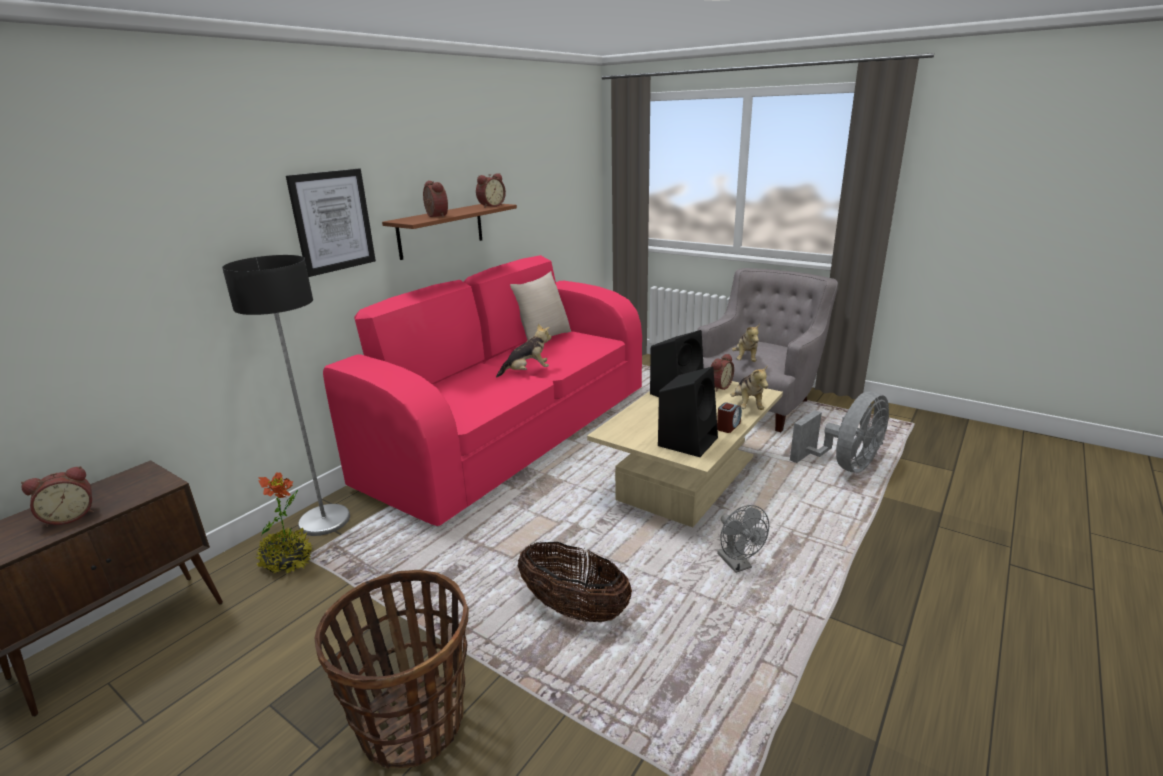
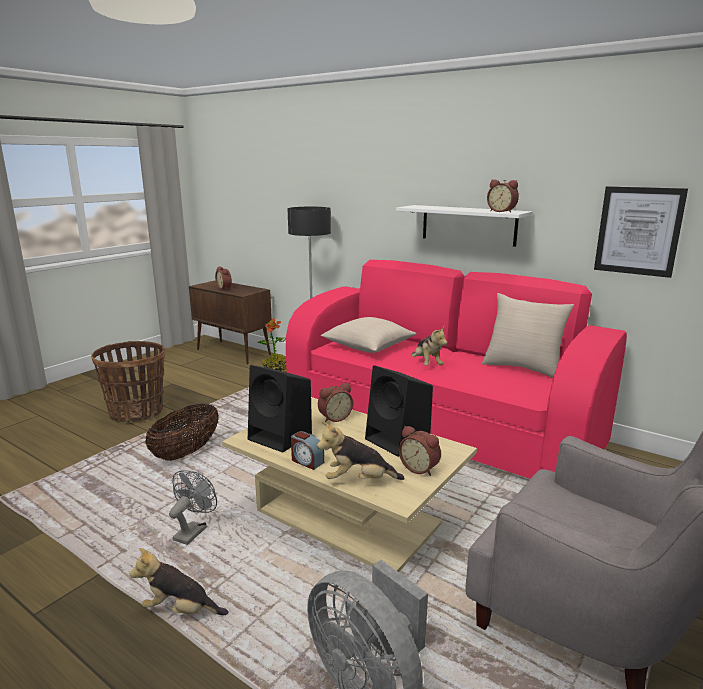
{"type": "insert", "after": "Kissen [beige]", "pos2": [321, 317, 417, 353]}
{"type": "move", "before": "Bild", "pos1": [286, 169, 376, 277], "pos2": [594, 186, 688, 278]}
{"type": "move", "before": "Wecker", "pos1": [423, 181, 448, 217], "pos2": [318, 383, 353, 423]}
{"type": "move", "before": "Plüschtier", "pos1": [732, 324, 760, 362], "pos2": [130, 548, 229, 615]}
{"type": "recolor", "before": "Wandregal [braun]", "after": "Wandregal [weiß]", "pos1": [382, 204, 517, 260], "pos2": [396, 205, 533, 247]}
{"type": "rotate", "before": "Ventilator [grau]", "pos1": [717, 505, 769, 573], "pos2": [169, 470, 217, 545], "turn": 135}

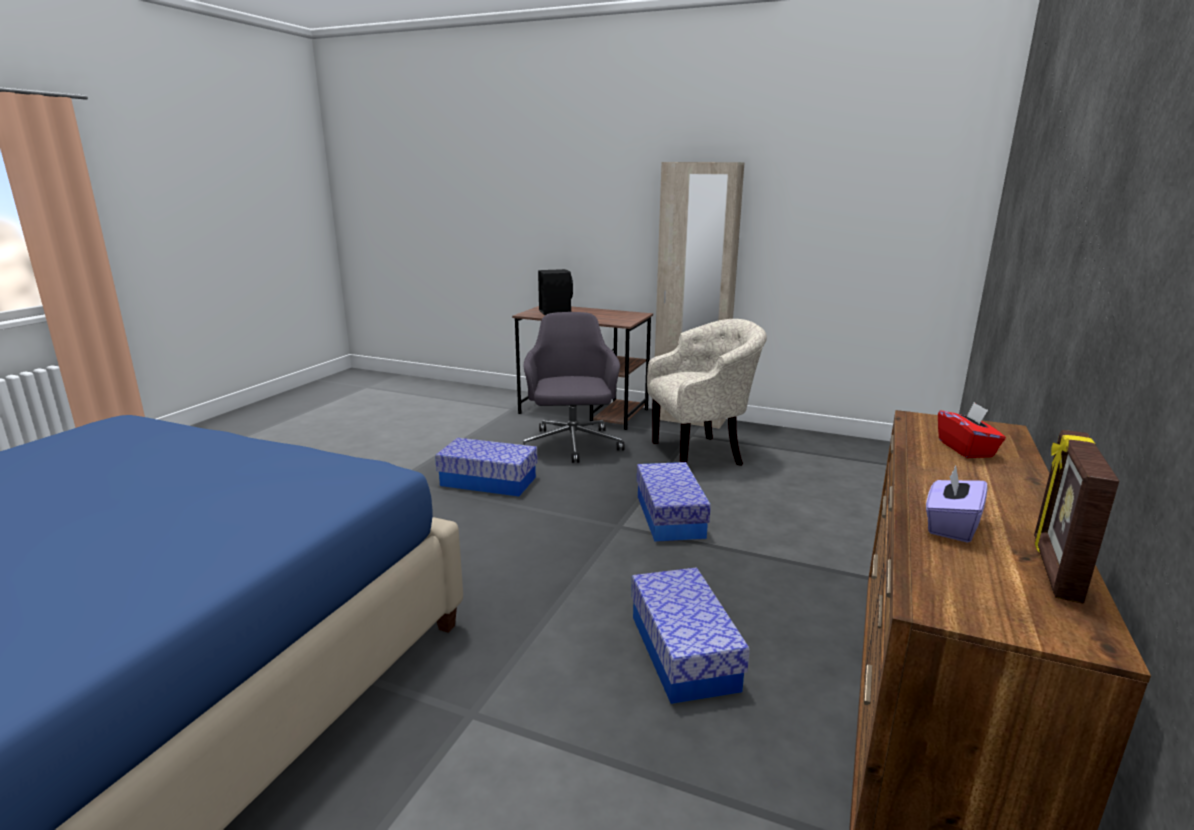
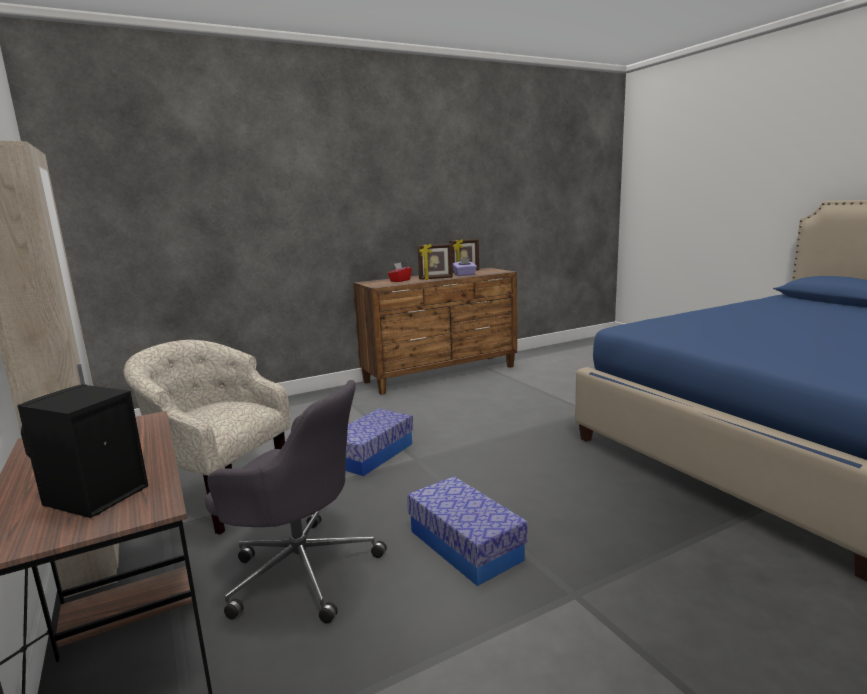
{"type": "delete", "before": "Aufbewahrungsbox", "pos1": [631, 567, 750, 704]}
{"type": "insert", "after": "Bilderrahmen", "pos2": [418, 244, 453, 280]}
{"type": "rotate", "before": "Bürostuhl [grau]", "pos1": [523, 312, 625, 463], "pos2": [205, 380, 387, 624], "turn": -105}

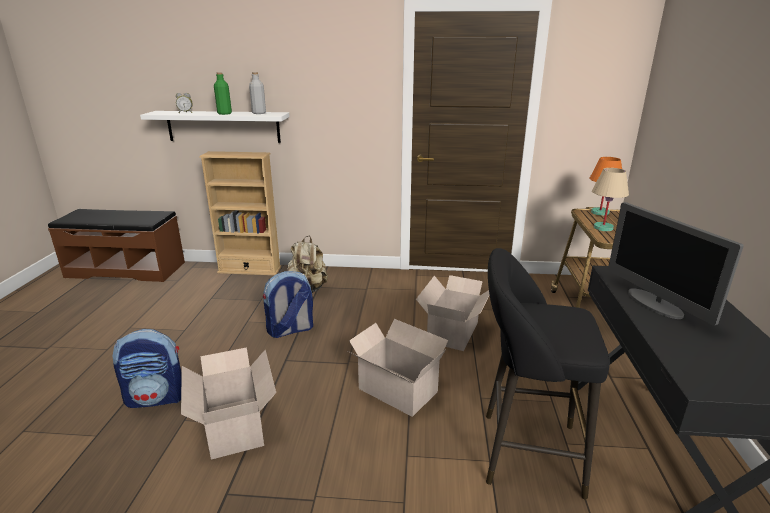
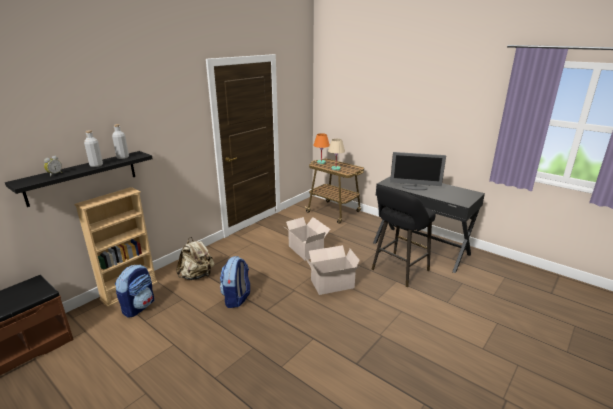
{"type": "delete", "before": "Karton", "pos1": [181, 347, 276, 460]}
{"type": "move", "before": "Rucksack", "pos1": [112, 329, 182, 408], "pos2": [115, 265, 154, 318]}
{"type": "recolor", "before": "Wandregal [weiß]", "after": "Wandregal [schwarz]", "pos1": [140, 111, 289, 143], "pos2": [5, 151, 153, 207]}
{"type": "recolor", "before": "Flasche [grün]", "after": "Flasche [grau]", "pos1": [214, 72, 232, 115], "pos2": [84, 130, 103, 167]}

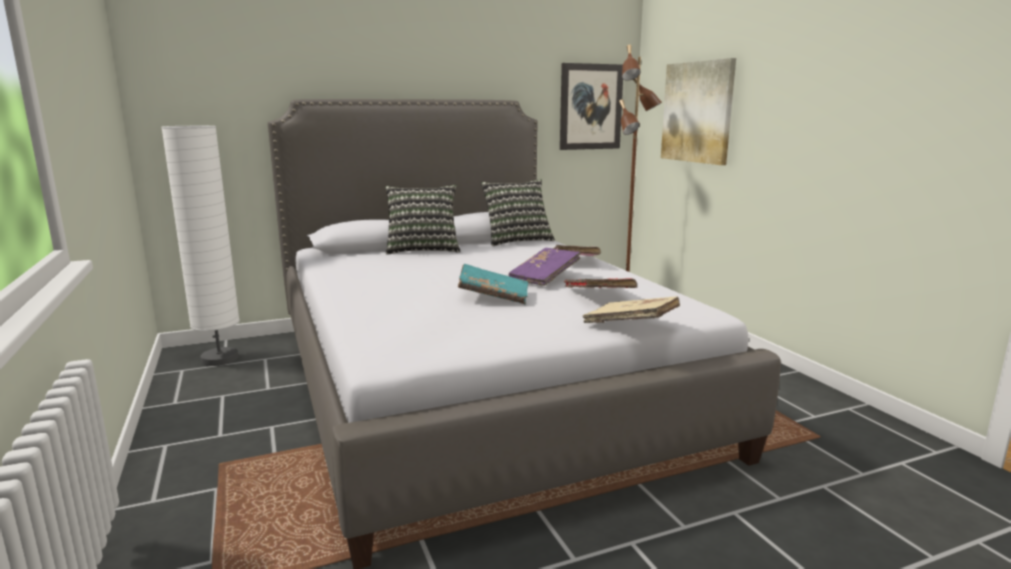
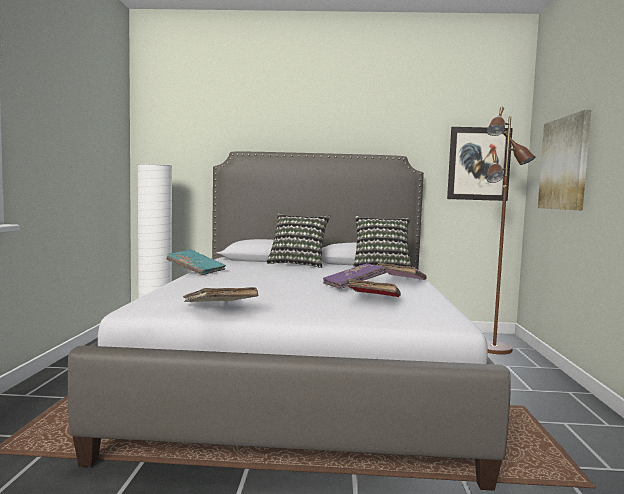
{"type": "move", "before": "Buch [türkis]", "pos1": [458, 264, 528, 304], "pos2": [166, 249, 226, 275]}
{"type": "move", "before": "Buch [beige]", "pos1": [583, 296, 680, 323], "pos2": [183, 287, 258, 302]}

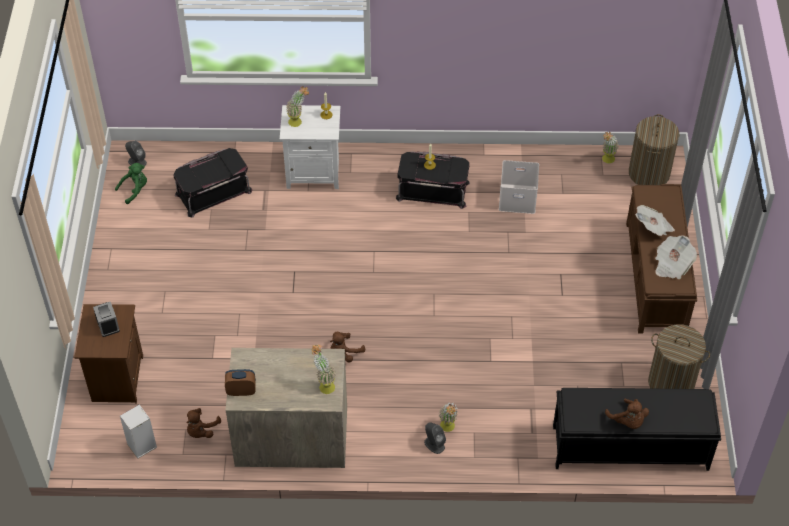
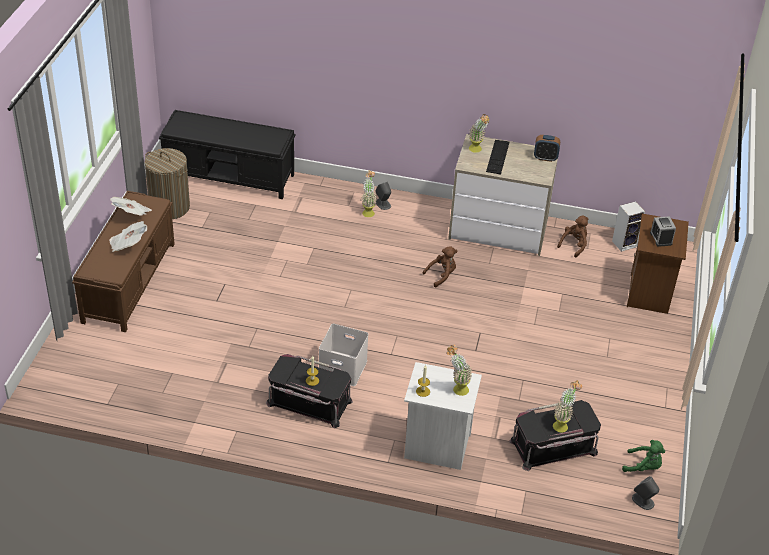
{"type": "delete", "before": "Plüschtier [braun]", "pos1": [605, 399, 649, 429]}
{"type": "delete", "before": "Wäschekorb", "pos1": [629, 114, 679, 185]}
{"type": "insert", "after": "Tastatur", "pos2": [486, 140, 510, 175]}
{"type": "move", "before": "Aufbewahrungsbox [weiß]", "pos1": [499, 160, 539, 214], "pos2": [319, 324, 368, 386]}
{"type": "move", "before": "Topfpflanze", "pos1": [602, 132, 619, 163], "pos2": [553, 380, 582, 433]}
{"type": "rotate", "before": "Plüschtier [grün]", "pos1": [115, 163, 147, 204], "pos2": [622, 440, 665, 472], "turn": -135}

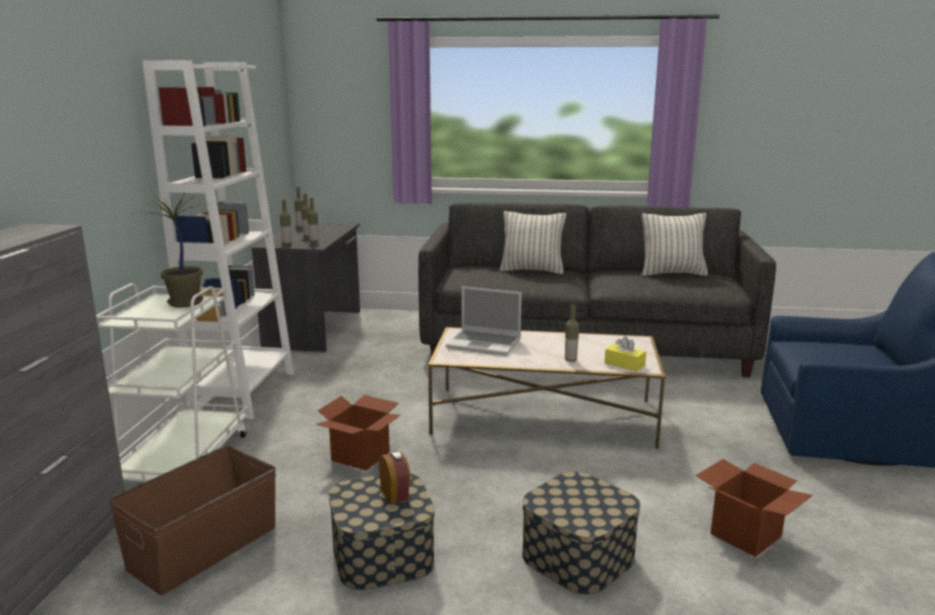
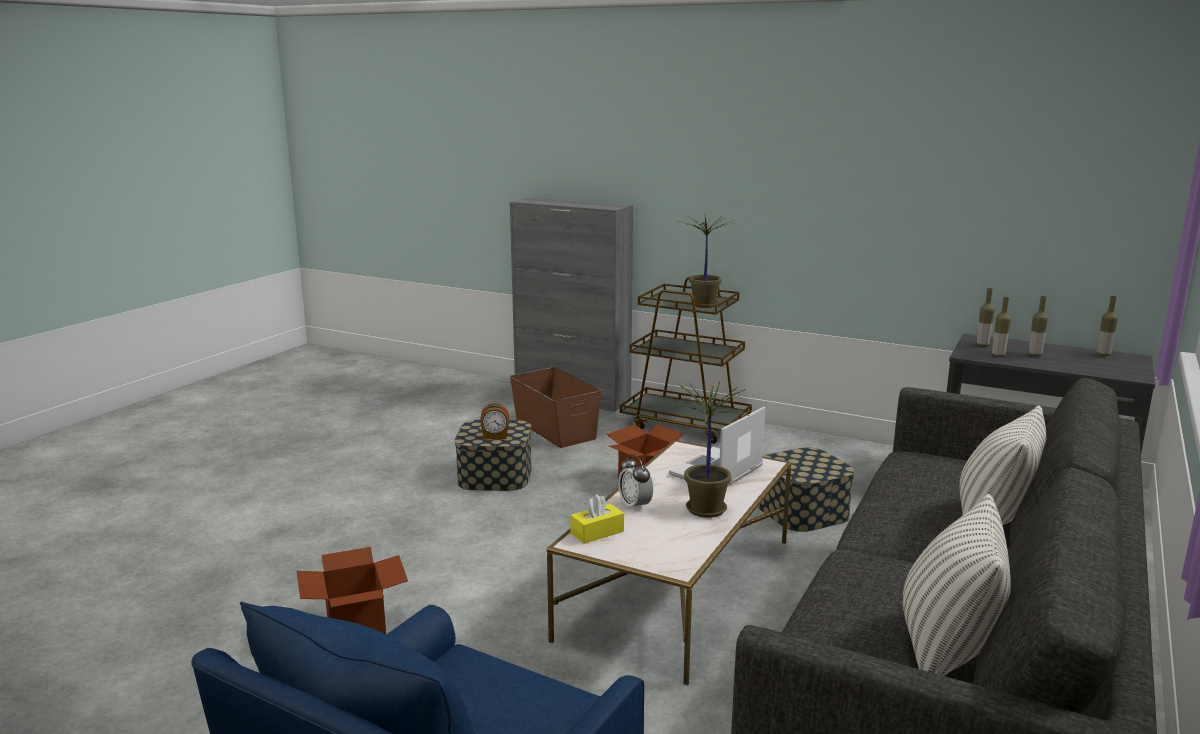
{"type": "delete", "before": "Bücherregal [weiß]", "pos1": [143, 60, 294, 419]}
{"type": "insert", "after": "Topfpflanze", "pos2": [663, 382, 750, 518]}
{"type": "move", "before": "Aufbewahrungsbox", "pos1": [522, 471, 640, 594], "pos2": [758, 448, 854, 532]}
{"type": "replace", "before": "Flasche", "after": "Wecker", "pos1": [565, 305, 579, 361], "pos2": [618, 455, 653, 512]}
{"type": "recolor", "before": "Rollwagen [weiß]", "after": "Rollwagen [braun]", "pos1": [96, 283, 249, 482], "pos2": [620, 277, 752, 444]}

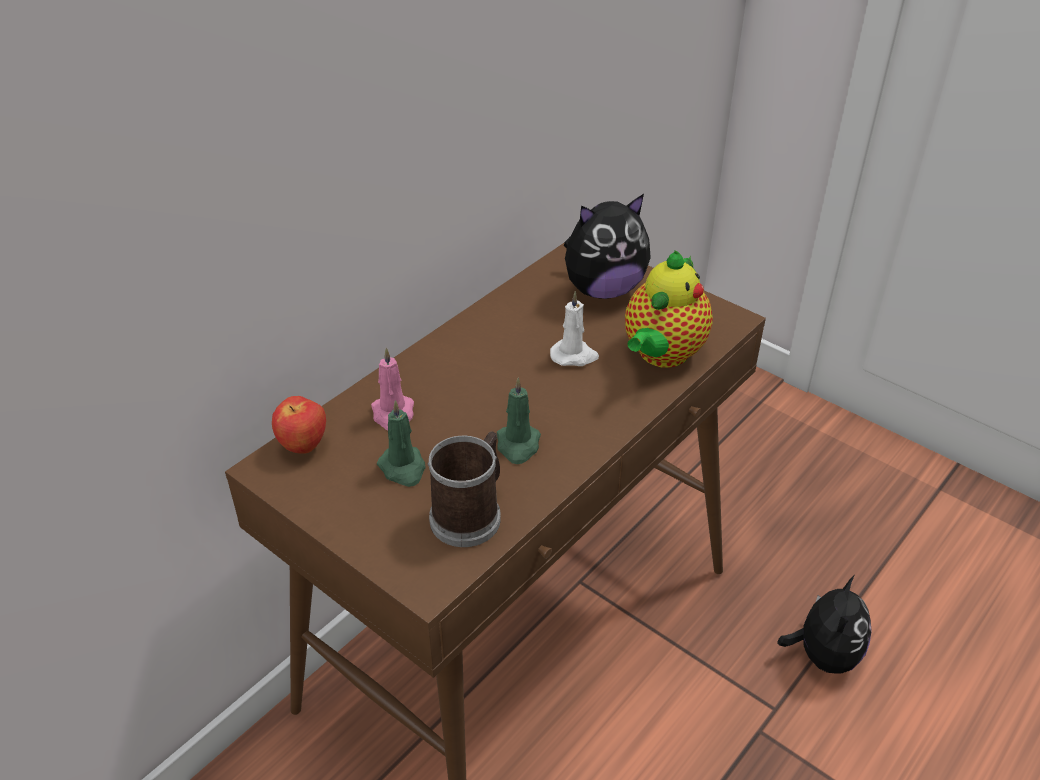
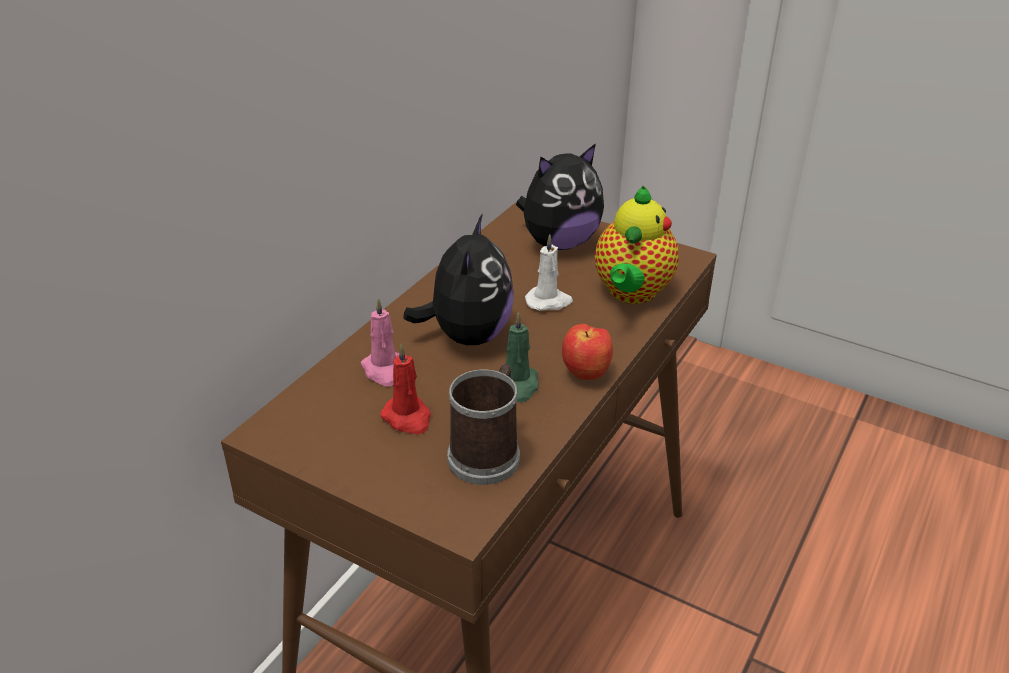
{"type": "move", "before": "Apfel", "pos1": [272, 396, 326, 454], "pos2": [562, 324, 613, 380]}
{"type": "move", "before": "Plüschtier", "pos1": [777, 575, 872, 674], "pos2": [403, 213, 513, 345]}
{"type": "recolor", "before": "Kerze [grün]", "after": "Kerze [rot]", "pos1": [377, 400, 426, 487], "pos2": [380, 343, 431, 435]}

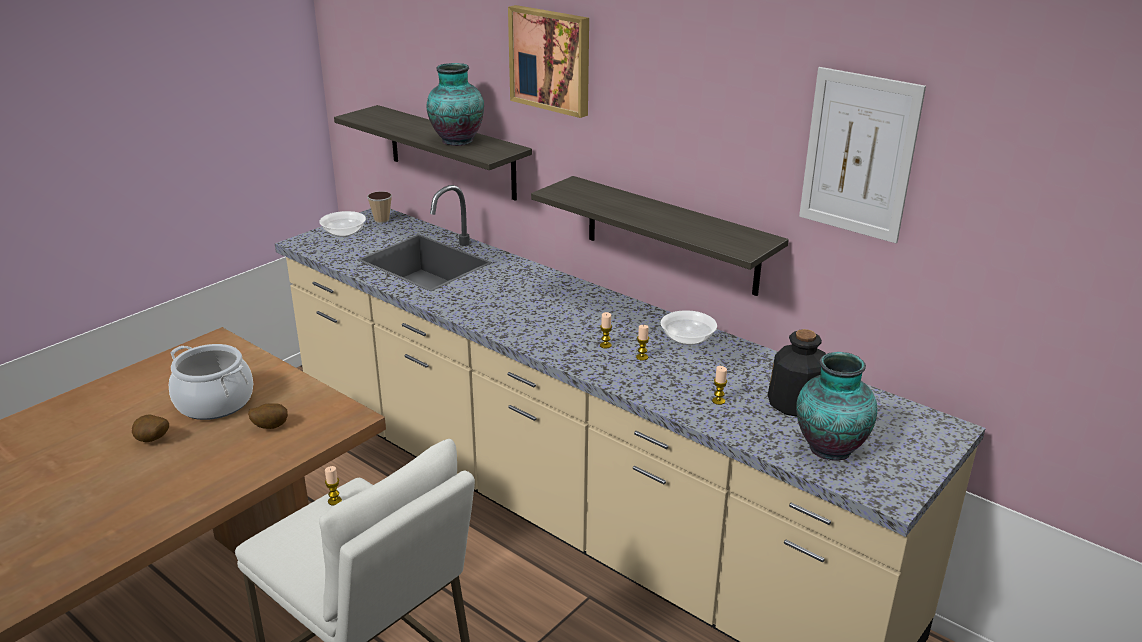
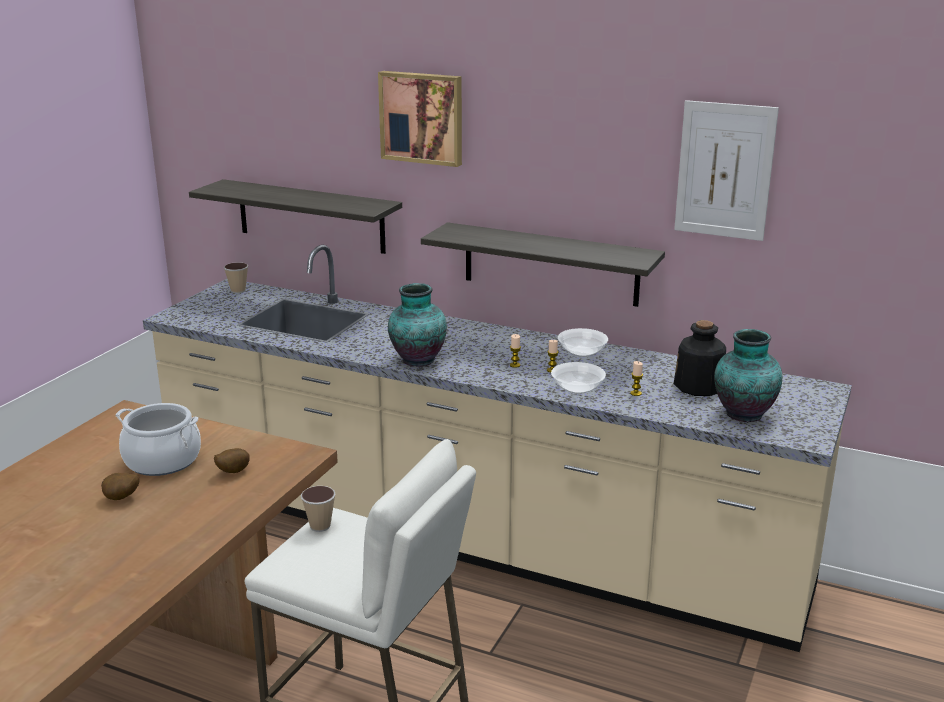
{"type": "move", "before": "Schüssel", "pos1": [319, 211, 366, 237], "pos2": [551, 362, 606, 394]}
{"type": "move", "before": "Vase", "pos1": [427, 63, 484, 146], "pos2": [388, 283, 447, 367]}
{"type": "replace", "before": "Kerze", "after": "Tasse", "pos1": [325, 466, 342, 506], "pos2": [301, 486, 336, 532]}

